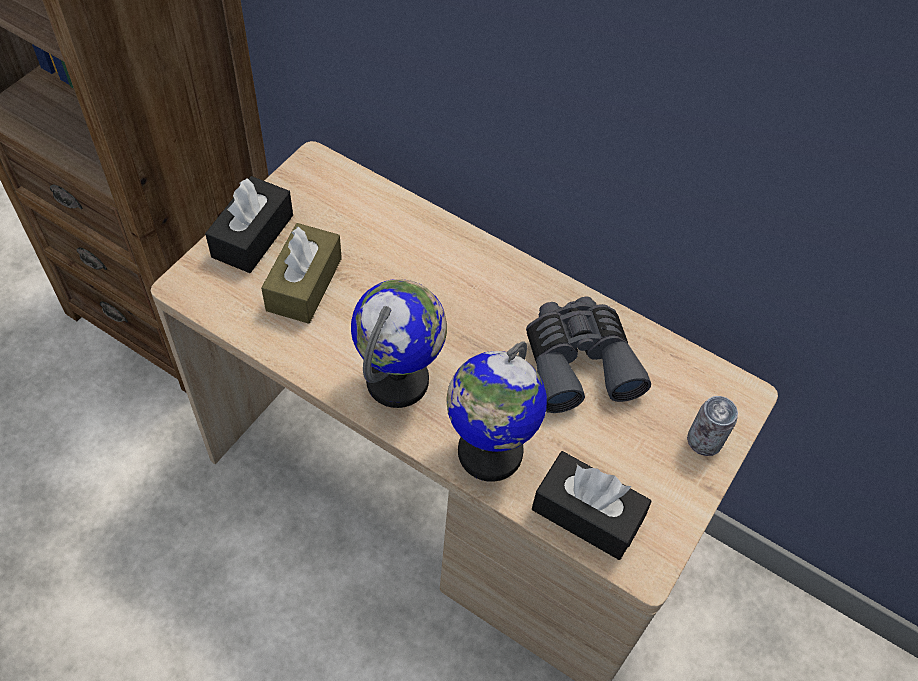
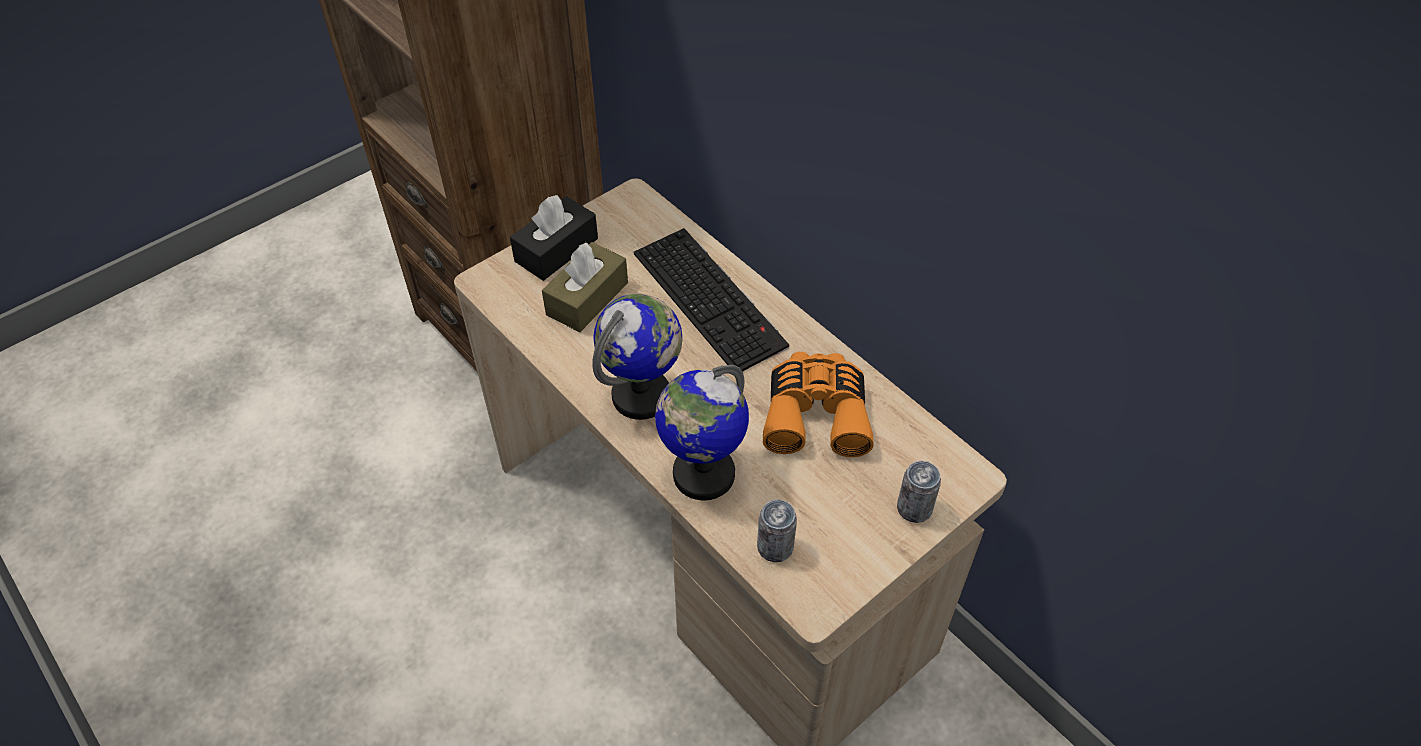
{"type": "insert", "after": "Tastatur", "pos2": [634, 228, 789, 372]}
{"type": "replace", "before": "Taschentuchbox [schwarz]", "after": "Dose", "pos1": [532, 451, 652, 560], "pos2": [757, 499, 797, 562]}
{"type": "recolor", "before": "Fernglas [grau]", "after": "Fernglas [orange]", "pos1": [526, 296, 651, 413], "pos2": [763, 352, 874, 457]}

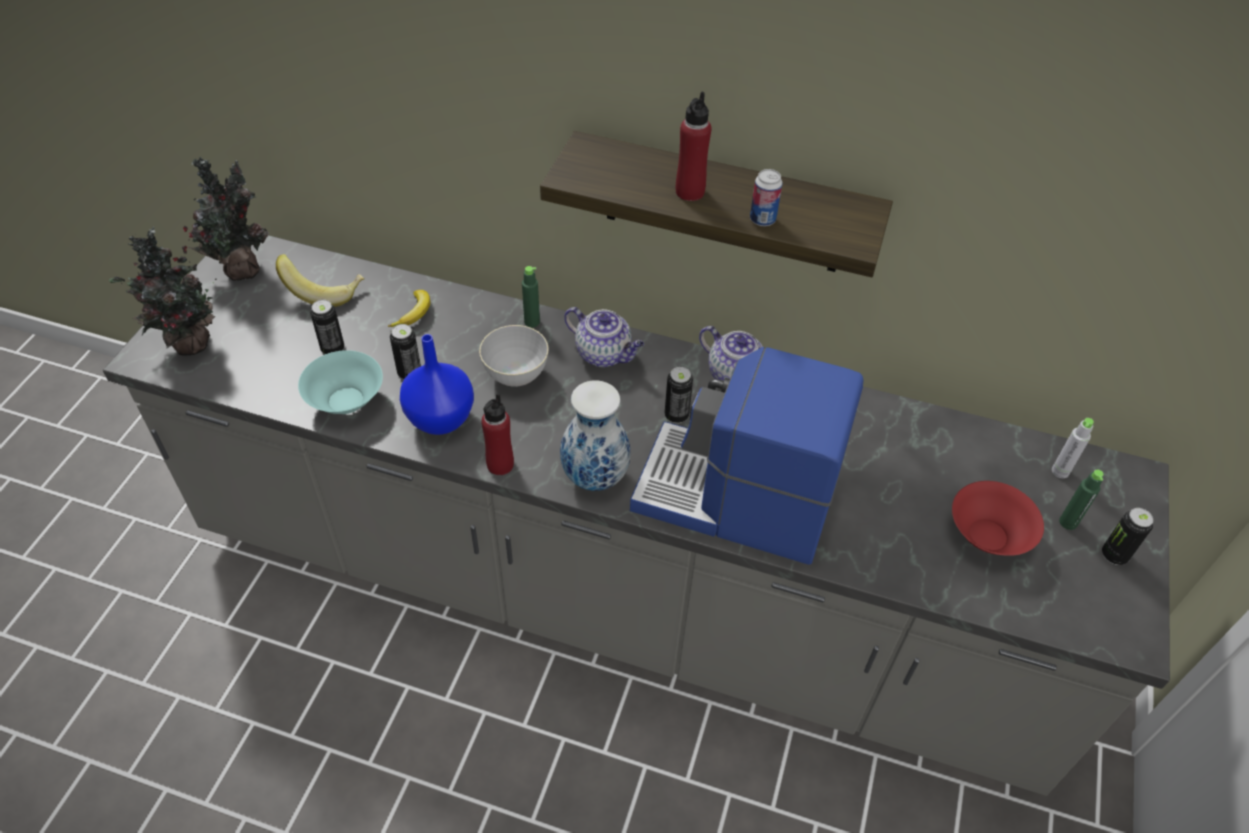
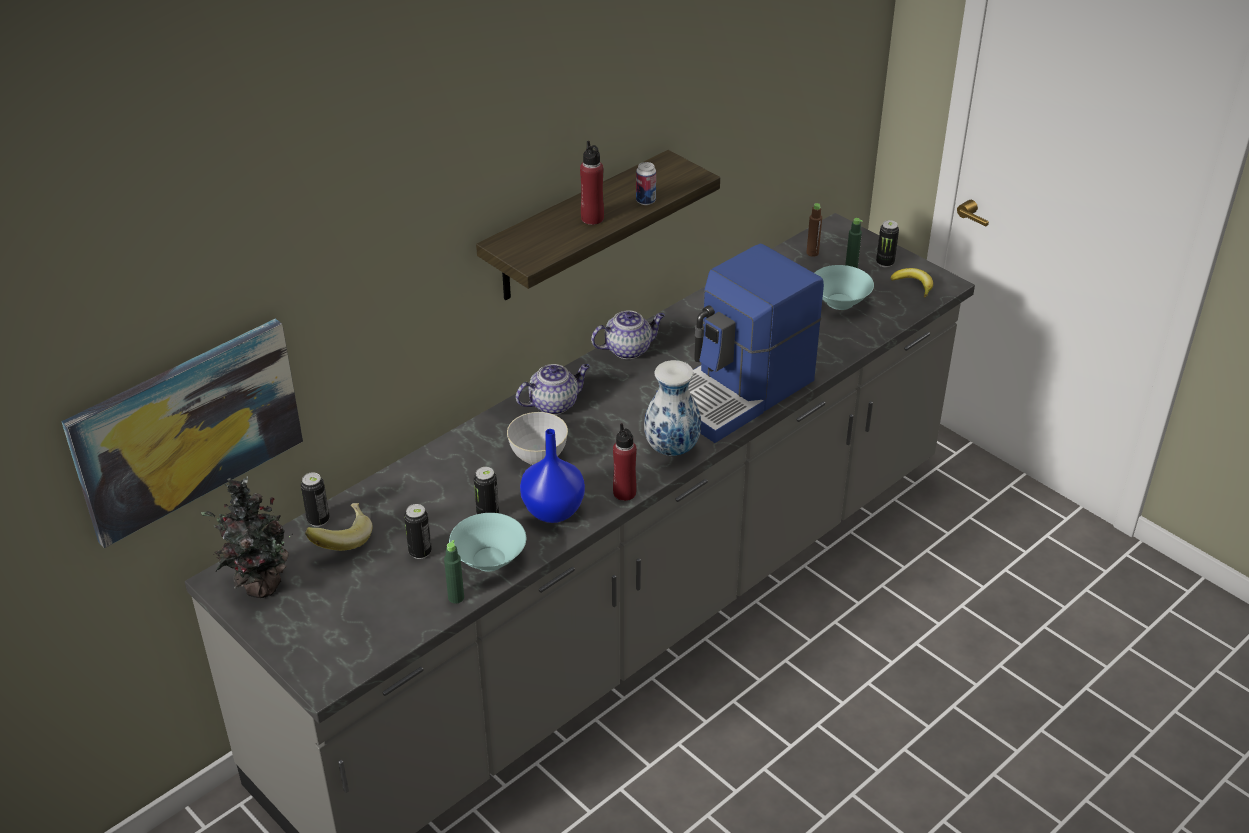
{"type": "delete", "before": "Topfpflanze", "pos1": [109, 226, 216, 356]}
{"type": "insert", "after": "Bild", "pos2": [61, 319, 303, 548]}
{"type": "move", "before": "Banane", "pos1": [388, 290, 430, 327], "pos2": [890, 268, 933, 297]}
{"type": "move", "before": "Flasche [grün]", "pos1": [522, 266, 540, 328], "pos2": [444, 540, 464, 604]}
{"type": "move", "before": "Dose", "pos1": [664, 367, 693, 424], "pos2": [301, 472, 330, 527]}
{"type": "recolor", "before": "Schüssel [rot]", "after": "Schüssel [türkis]", "pos1": [952, 481, 1044, 556], "pos2": [815, 265, 874, 310]}
{"type": "recolor", "before": "Flasche [grau]", "after": "Flasche [braun]", "pos1": [1052, 418, 1094, 478], "pos2": [806, 203, 822, 257]}

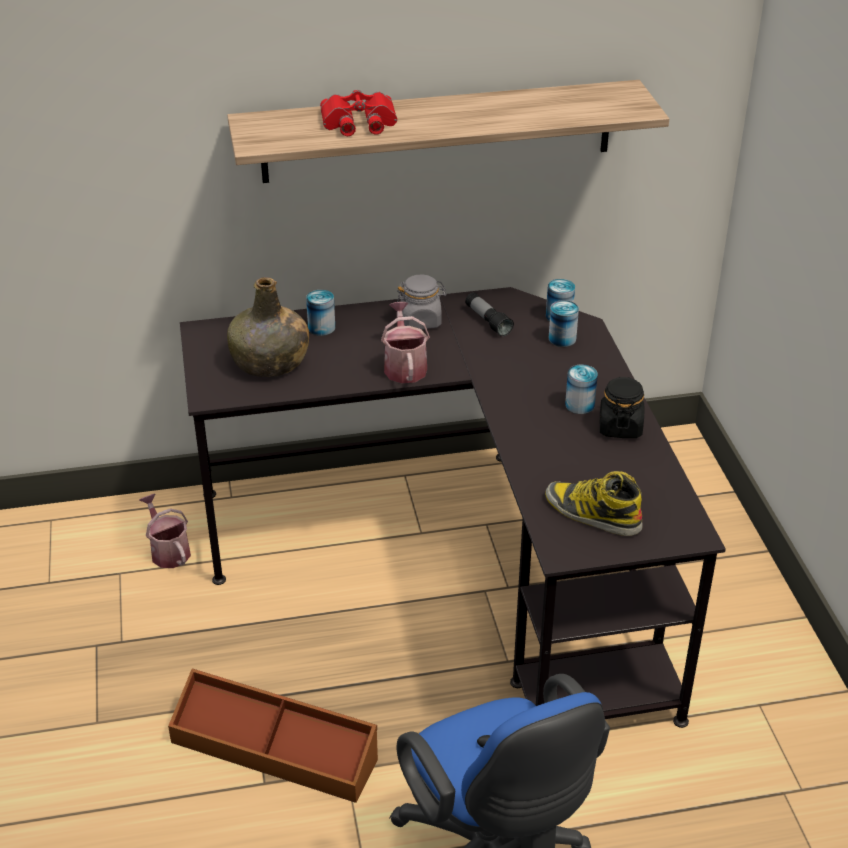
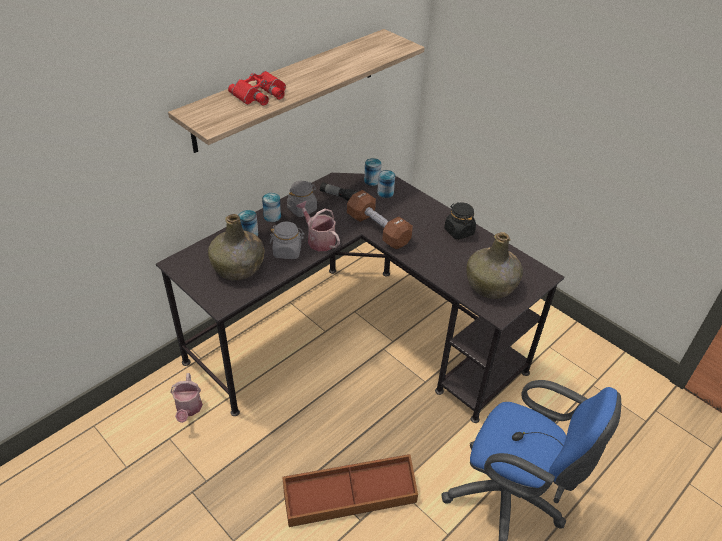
{"type": "insert", "after": "Vorratsglas [grau]", "pos2": [270, 222, 304, 259]}
{"type": "insert", "after": "Hantel [braun]", "pos2": [347, 190, 413, 249]}
{"type": "move", "before": "Dose", "pos1": [565, 364, 598, 414], "pos2": [262, 193, 281, 222]}
{"type": "replace", "before": "Stiefel", "after": "Flasche [grün]", "pos1": [545, 471, 643, 536], "pos2": [467, 232, 523, 299]}
{"type": "rotate", "before": "Gießkanne", "pos1": [139, 494, 191, 568], "pos2": [170, 373, 203, 423], "turn": -120}

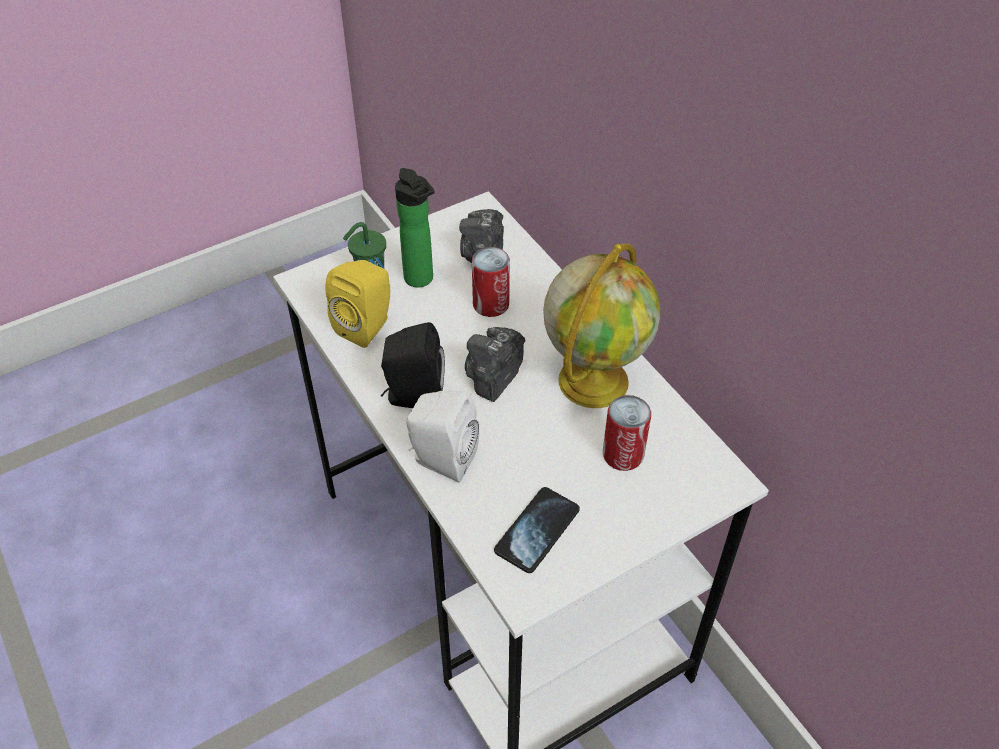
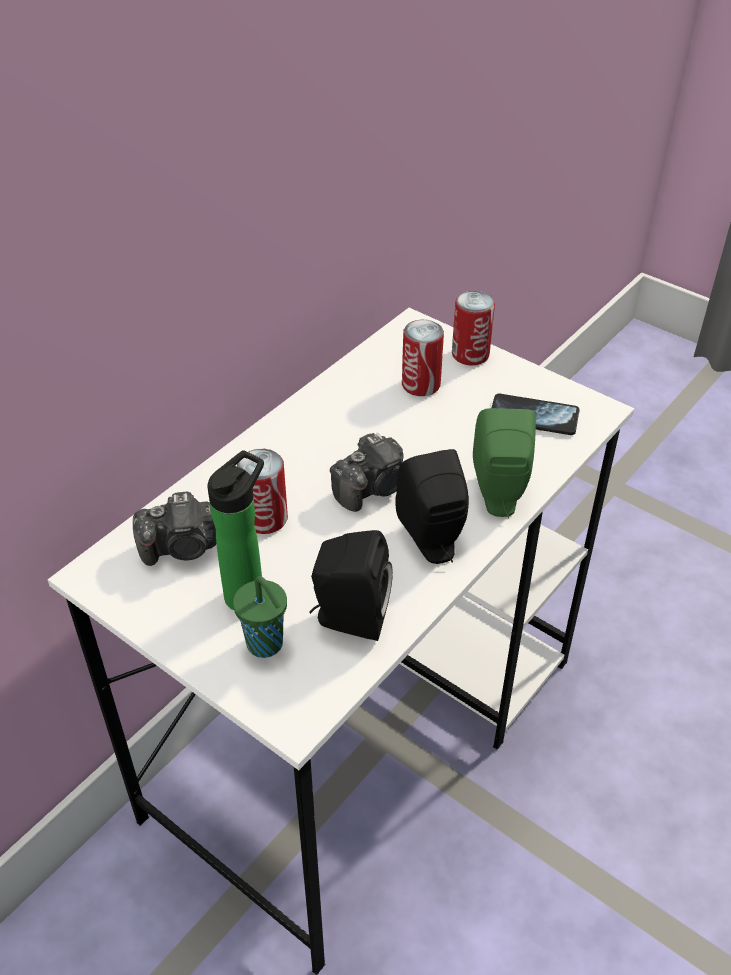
{"type": "delete", "before": "Globus", "pos1": [543, 243, 660, 408]}
{"type": "insert", "after": "Dose", "pos2": [452, 291, 495, 366]}
{"type": "recolor", "before": "Lautsprecher [gelb]", "after": "Lautsprecher [schwarz]", "pos1": [326, 260, 390, 348], "pos2": [309, 530, 393, 641]}
{"type": "recolor", "before": "Lautsprecher [weiß]", "after": "Lautsprecher [grün]", "pos1": [406, 391, 479, 483], "pos2": [473, 408, 536, 518]}
{"type": "rotate", "before": "Kamera", "pos1": [465, 327, 525, 402], "pos2": [330, 433, 404, 512], "turn": -45}

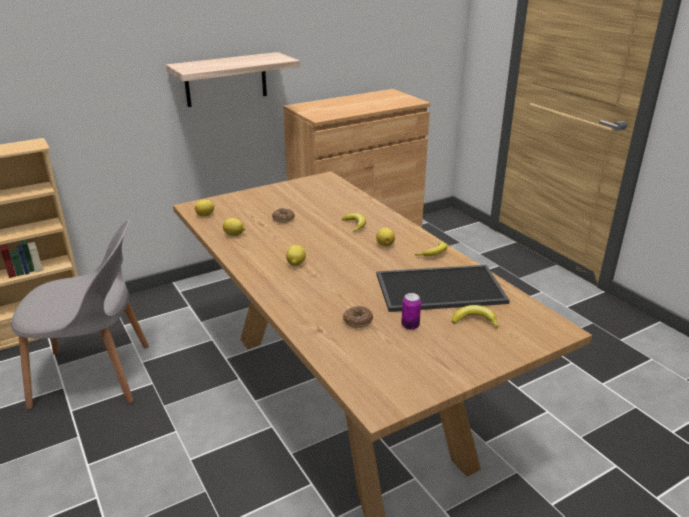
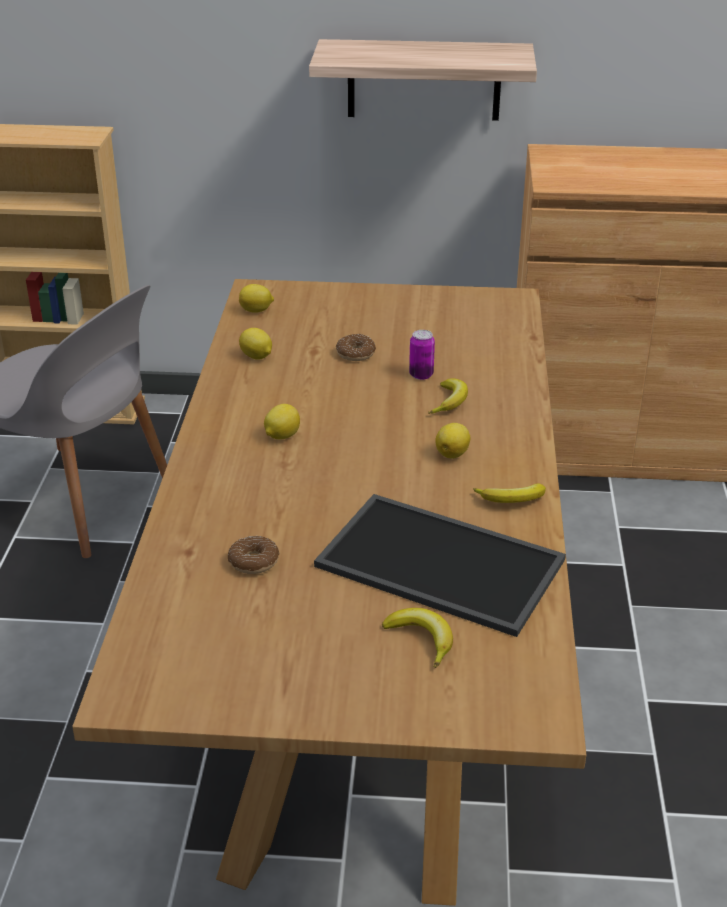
{"type": "move", "before": "Dose", "pos1": [401, 293, 421, 330], "pos2": [409, 330, 435, 380]}

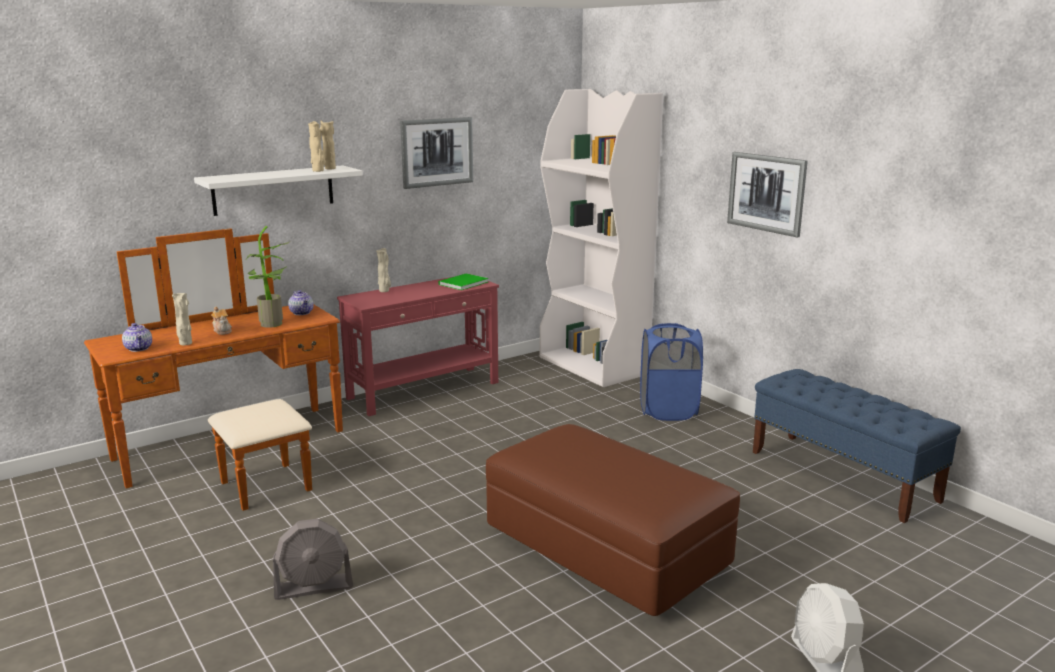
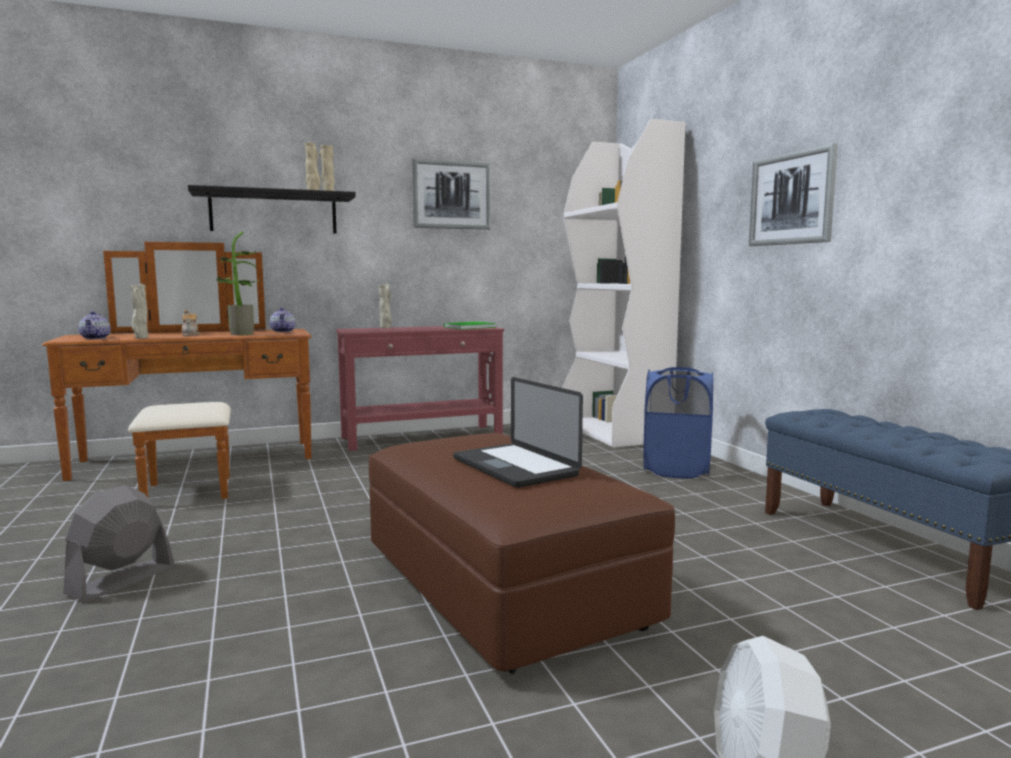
{"type": "insert", "after": "Laptop", "pos2": [453, 377, 583, 488]}
{"type": "recolor", "before": "Wandregal [weiß]", "after": "Wandregal [schwarz]", "pos1": [194, 165, 363, 216], "pos2": [188, 185, 356, 233]}
{"type": "rotate", "before": "Ventilator [grau]", "pos1": [273, 518, 353, 600], "pos2": [63, 485, 174, 602], "turn": 120}

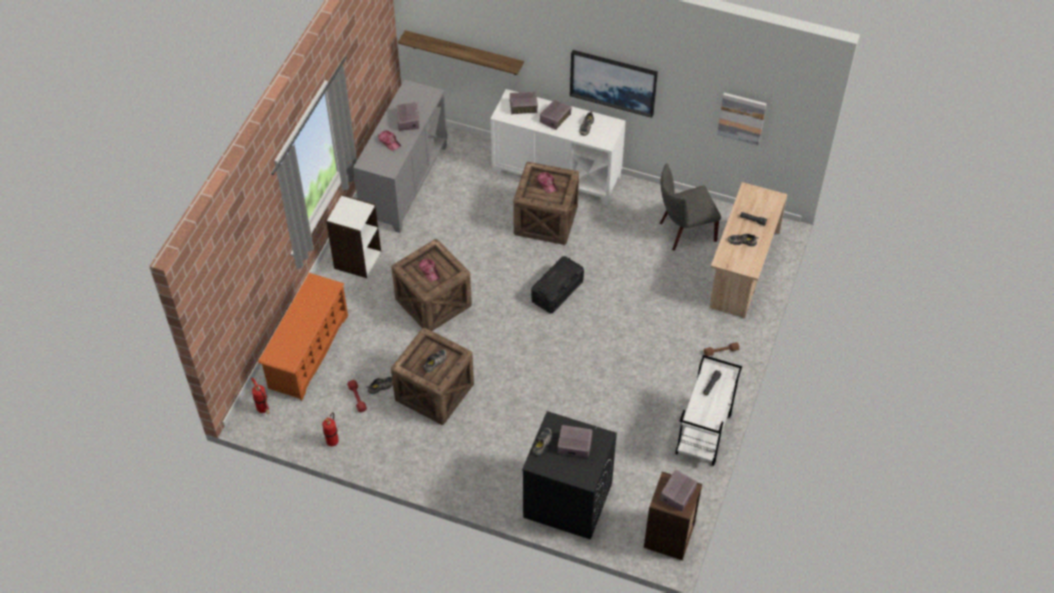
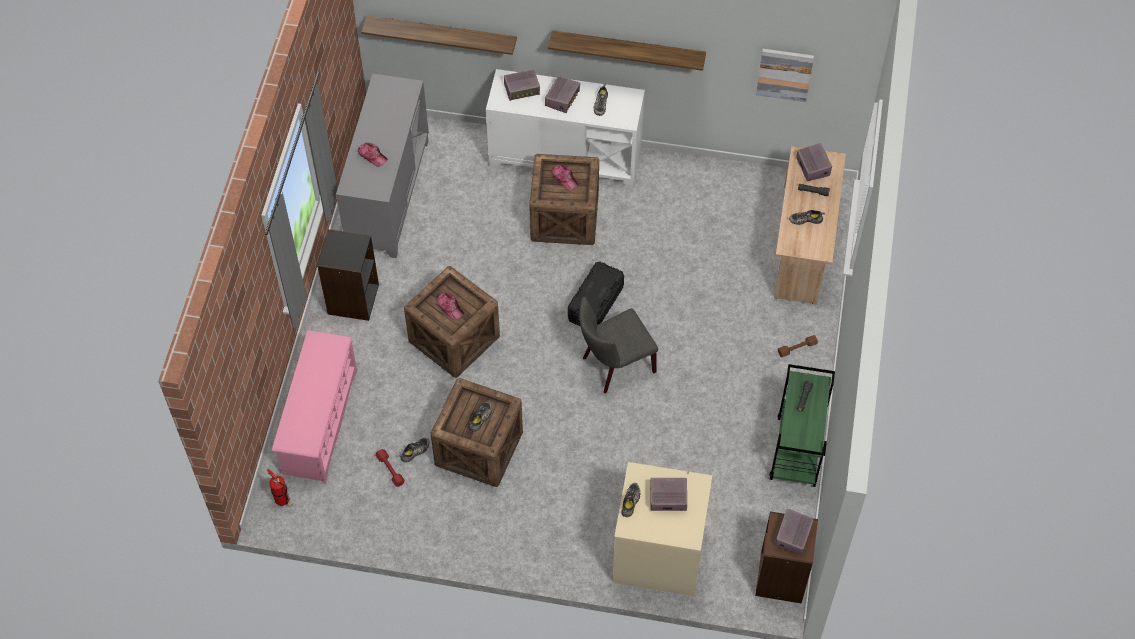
{"type": "delete", "before": "Feuerlöscher", "pos1": [322, 412, 339, 446]}
{"type": "move", "before": "Radio", "pos1": [396, 102, 419, 131], "pos2": [796, 143, 832, 181]}
{"type": "move", "before": "Stuhl [grau]", "pos1": [660, 163, 721, 251], "pos2": [579, 297, 658, 393]}
{"type": "replace", "before": "Bild", "after": "Wandregal", "pos1": [570, 50, 658, 118], "pos2": [548, 30, 706, 71]}
{"type": "recolor", "before": "Schuhregal [orange]", "after": "Schuhregal [rosa]", "pos1": [258, 273, 348, 401], "pos2": [272, 330, 357, 484]}
{"type": "recolor", "before": "Bücherregal [weiß]", "after": "Bücherregal [schwarz]", "pos1": [326, 195, 381, 278], "pos2": [317, 229, 379, 321]}
{"type": "recolor", "before": "Waschmaschine [schwarz]", "after": "Waschmaschine [beige]", "pos1": [522, 411, 617, 540], "pos2": [612, 462, 712, 596]}
{"type": "recolor", "before": "Rollwagen [weiß]", "after": "Rollwagen [grün]", "pos1": [675, 355, 742, 466], "pos2": [769, 364, 835, 487]}

